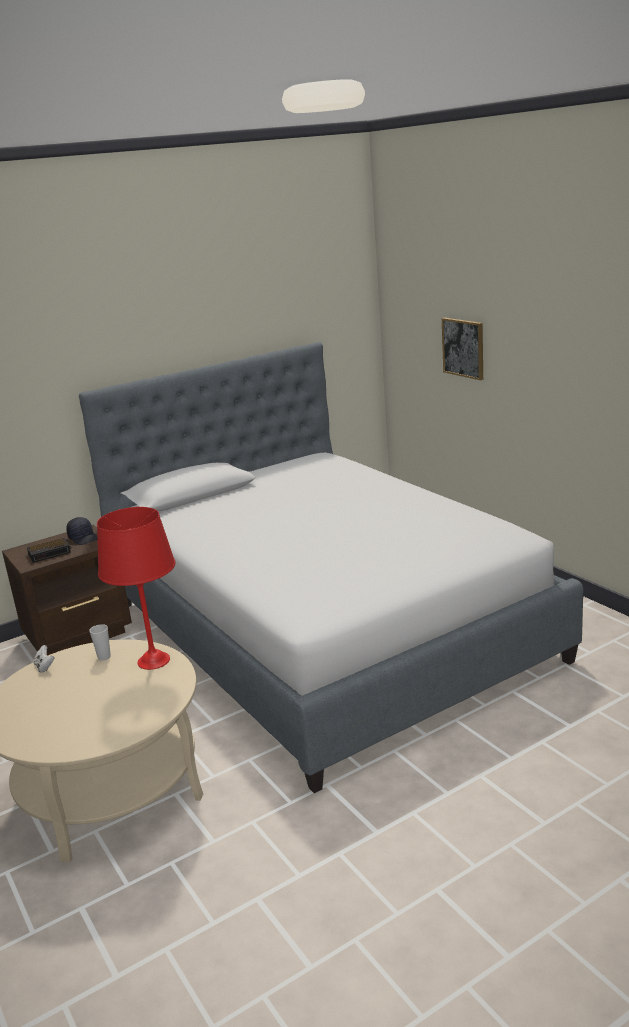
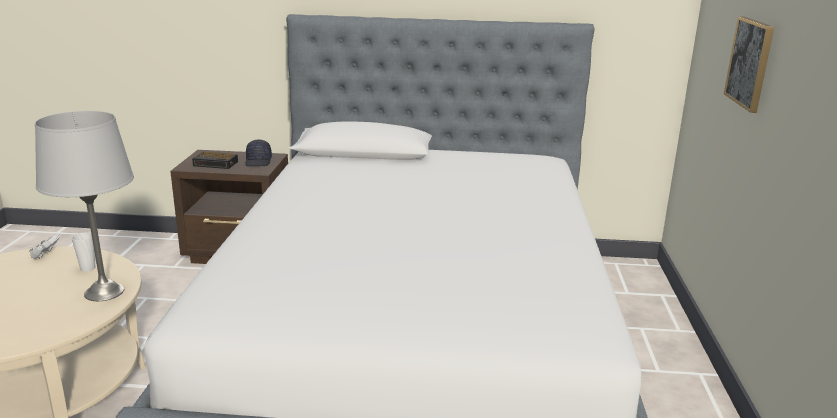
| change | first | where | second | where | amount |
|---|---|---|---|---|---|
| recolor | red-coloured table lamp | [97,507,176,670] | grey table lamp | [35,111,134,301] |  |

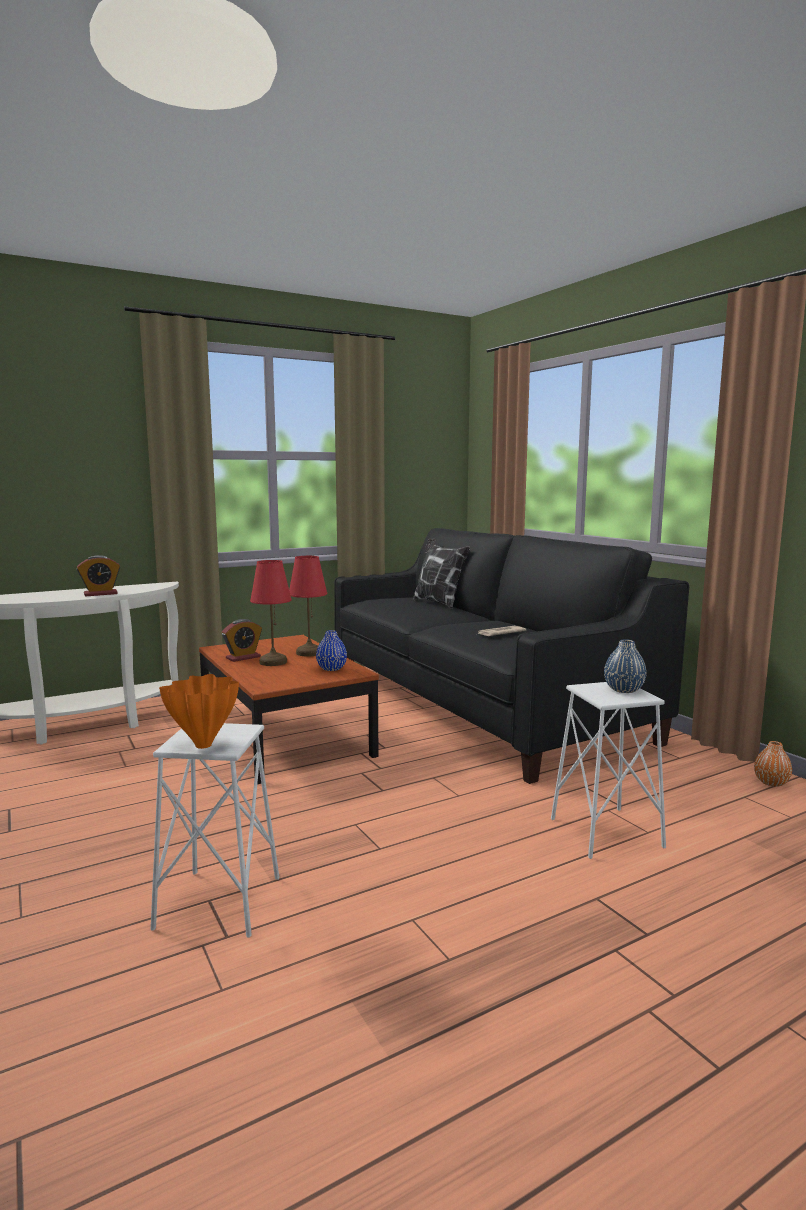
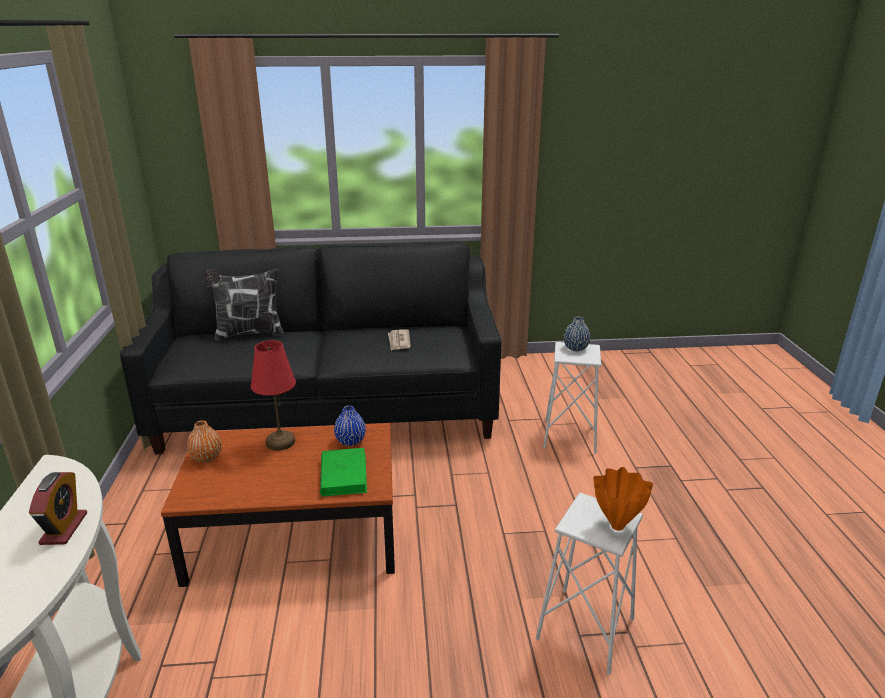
| change | first | where | second | where | amount |
|---|---|---|---|---|---|
| move | orange-coloured decorative vase | [754,741,792,787] |  | [187,420,222,463] |  |
| insert |  |  | green volume | [320,448,367,497] |  |
| delete | alarm clock | [222,619,262,662] |  |  |  |
| delete | red-coloured table lamp | [250,560,292,666] |  |  |  |

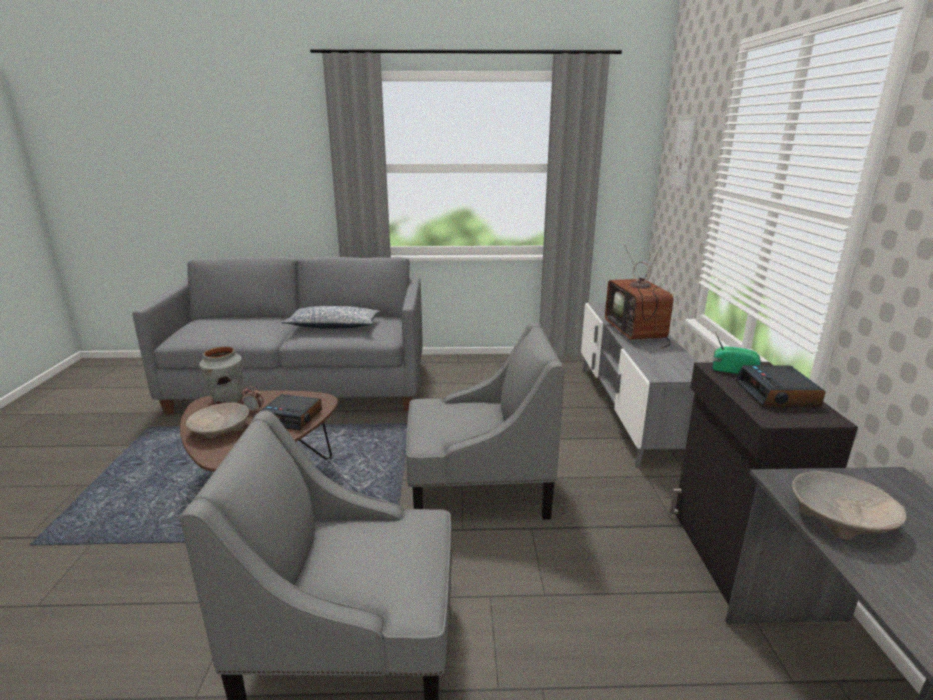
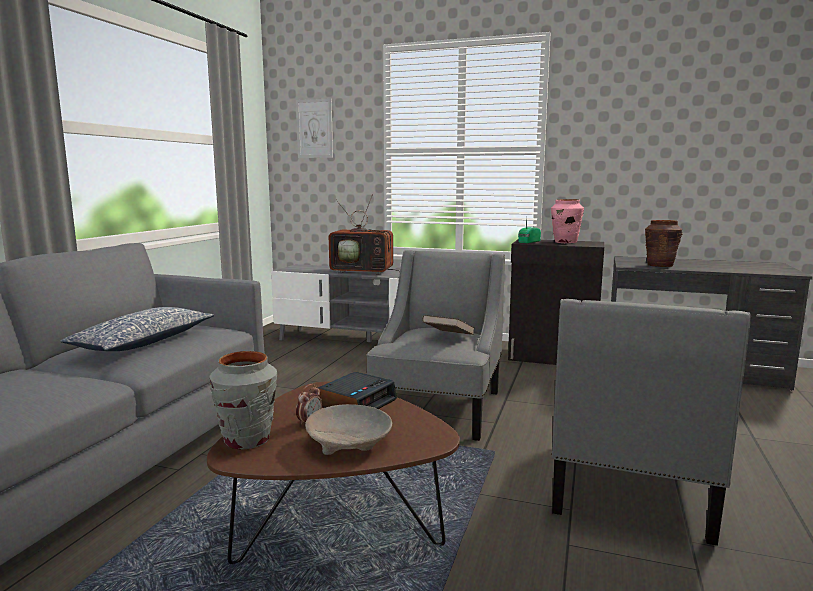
| change | first | where | second | where | amount |
|---|---|---|---|---|---|
| insert |  |  | brown-coloured volume | [422,315,474,335] |  |
| replace | alarm clock | [736,365,826,407] | pink-coloured decorative vase | [551,199,584,243] |  |
| replace | beige bowl | [792,471,907,540] | brown-coloured decorative vase | [645,220,682,267] |  |

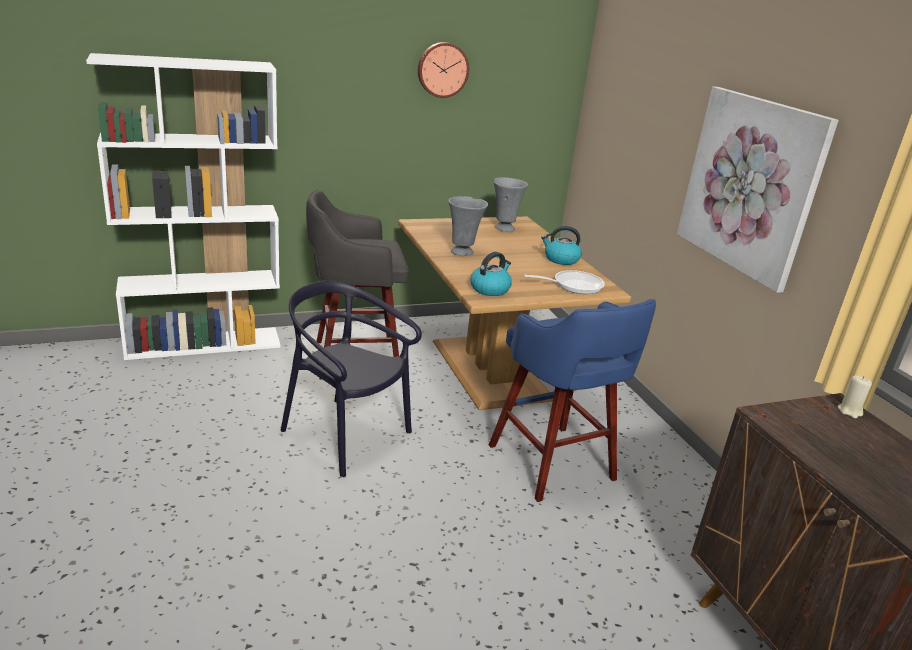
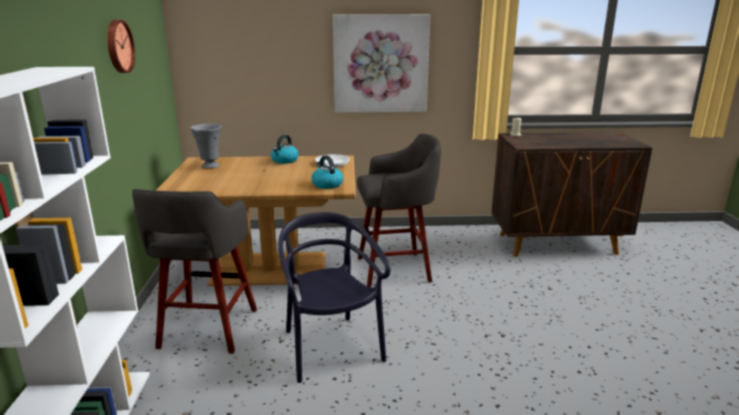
| change | first | where | second | where | amount |
|---|---|---|---|---|---|
| rotate | black-coloured chair | [281,281,422,477] |  | [278,212,391,383] | 105 degrees clockwise |
| recolor | bluish stool | [489,299,656,502] | grey stool | [357,133,441,287] |  |
| delete | grey decorative vase | [448,196,488,256] |  |  |  |

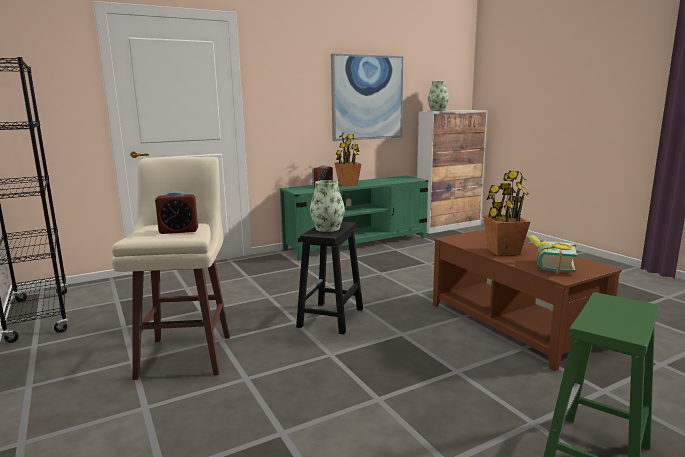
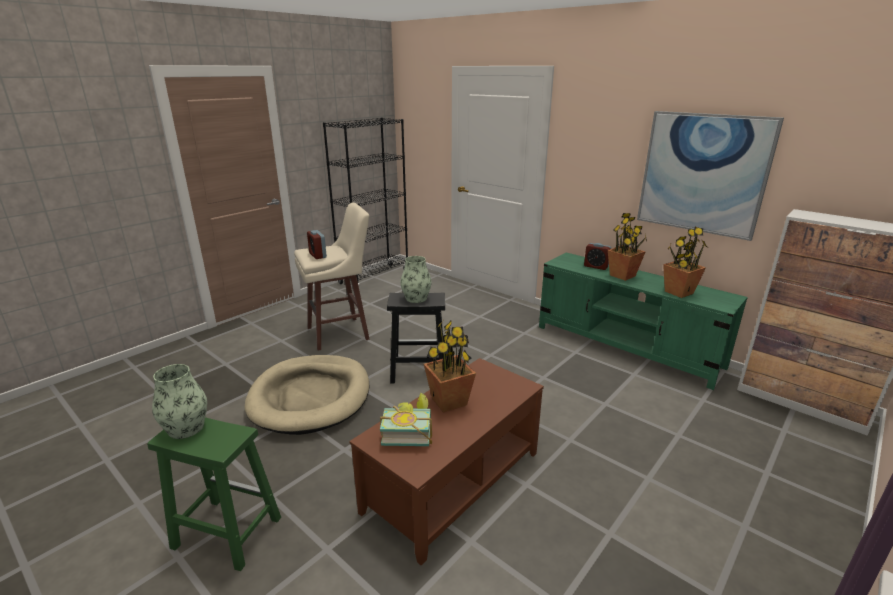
| change | first | where | second | where | amount |
|---|---|---|---|---|---|
| move | decorative vase | [428,81,449,111] |  | [152,364,207,439] |  |
| insert |  |  | beige pet bed | [245,355,370,435] |  |
| insert |  |  | plant in a pot | [663,227,707,298] |  |

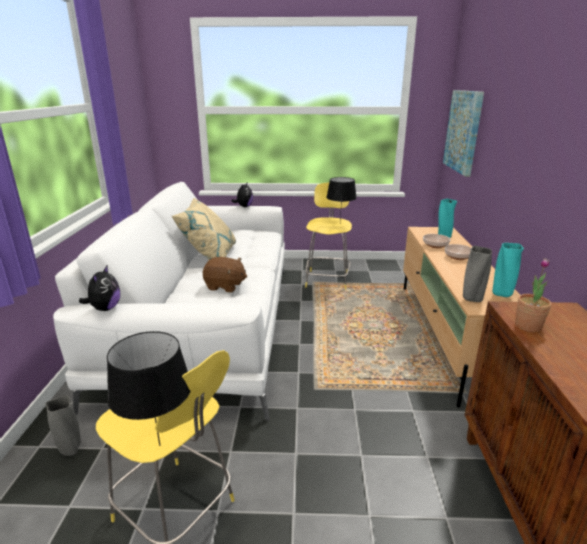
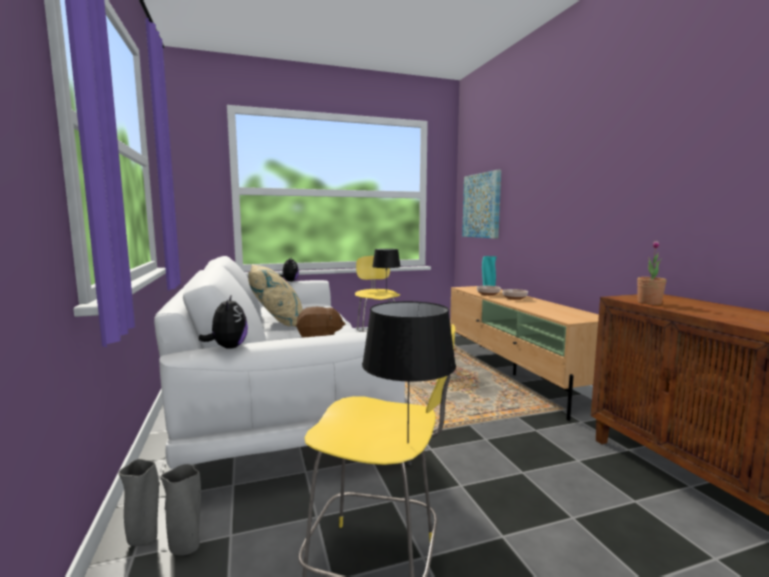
| change | first | where | second | where | amount |
|---|---|---|---|---|---|
| move | grey decorative vase | [463,246,492,302] |  | [118,459,159,546] |  |
| delete | blue-green decorative vase | [492,243,524,297] |  |  |  |

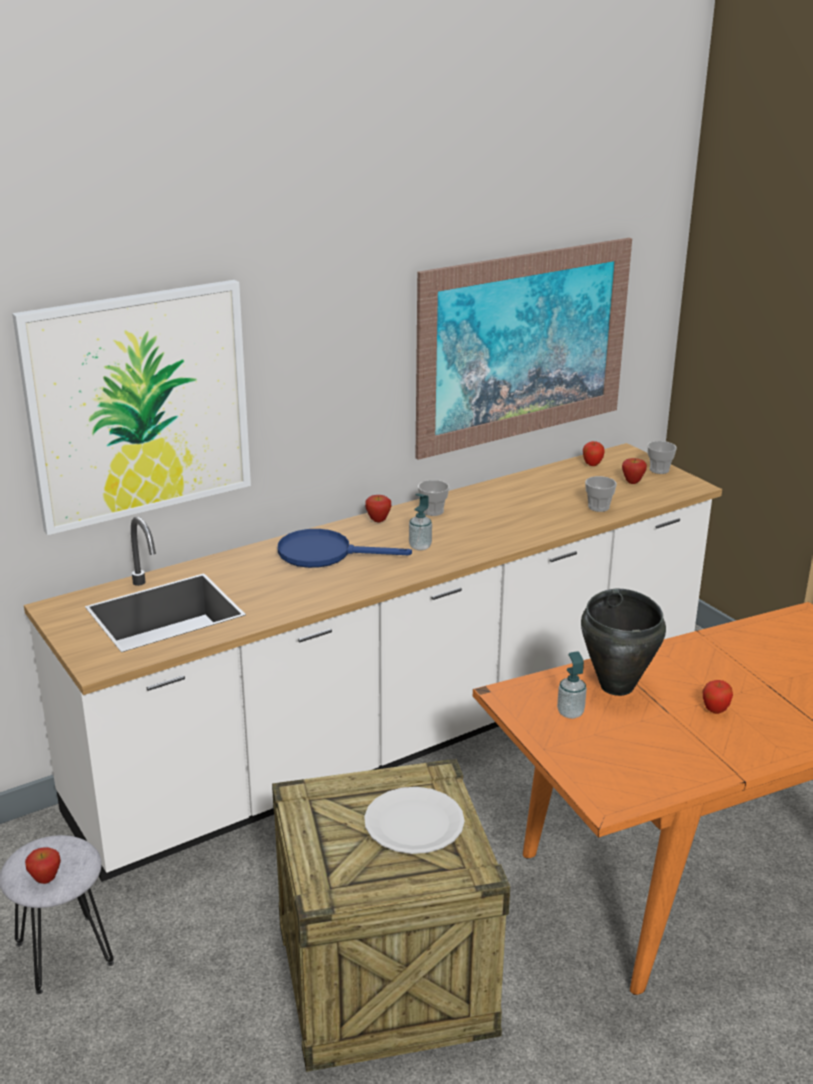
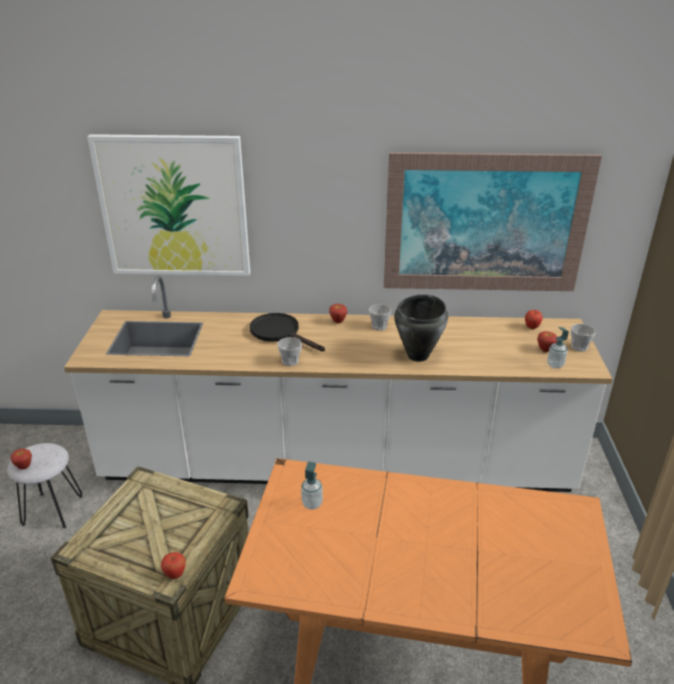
| change | first | where | second | where | amount |
|---|---|---|---|---|---|
| move | whole apple | [703,680,733,714] |  | [161,552,186,579] |  |
| recolor | bluish pan | [278,529,412,568] | black-coloured pan | [250,313,325,351] |  |
| move | small cup | [585,476,617,512] |  | [277,337,302,366] |  |
| move | black-coloured stockpot | [581,589,666,696] |  | [394,294,448,362] |  |
| move | liquid soap bottle | [409,493,432,550] |  | [547,327,569,369] |  |
| delete | whitish plate | [364,787,465,854] |  |  |  |

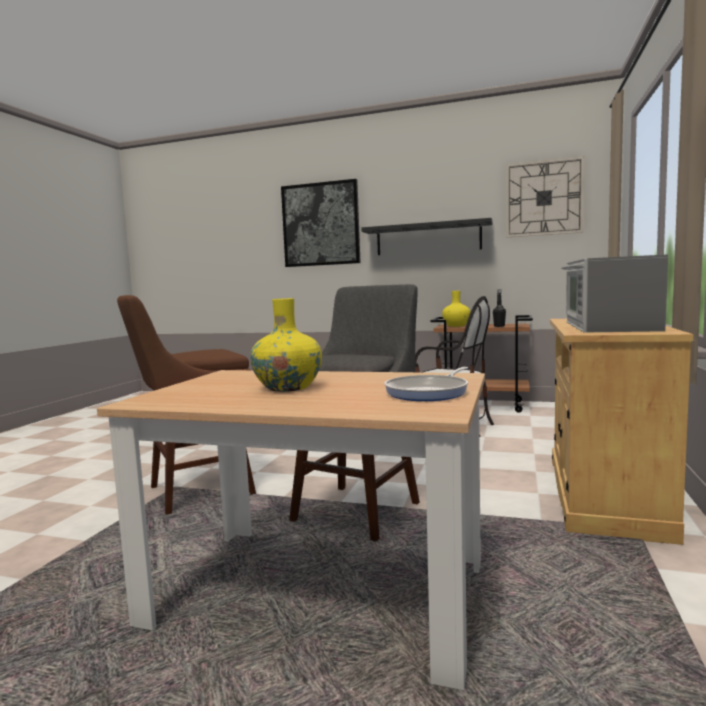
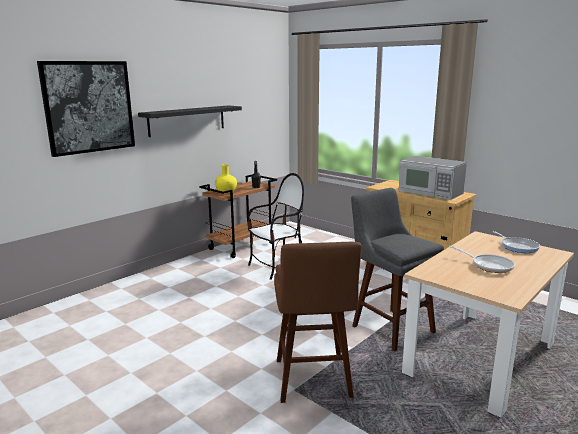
| change | first | where | second | where | amount |
|---|---|---|---|---|---|
| replace | yellow decorative vase | [250,298,322,392] | pan | [449,246,515,273] |  |
| delete | clock on the wall | [506,156,584,237] |  |  |  |

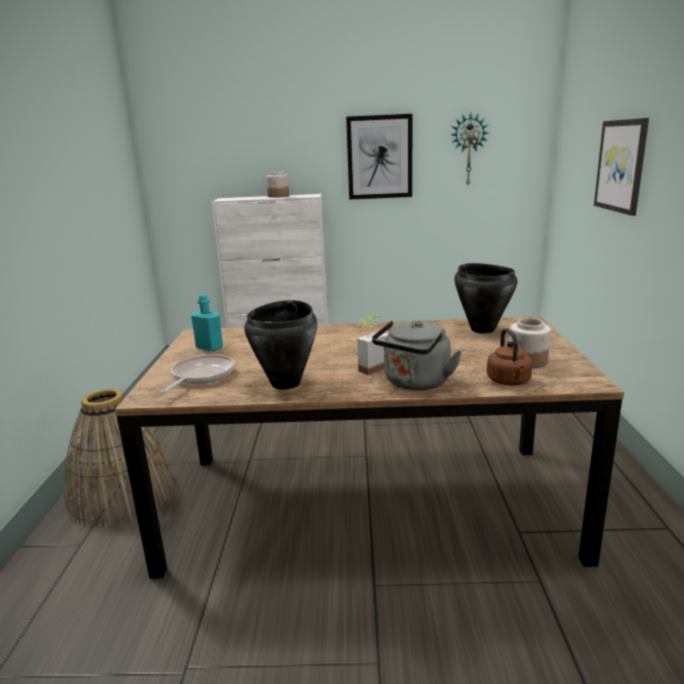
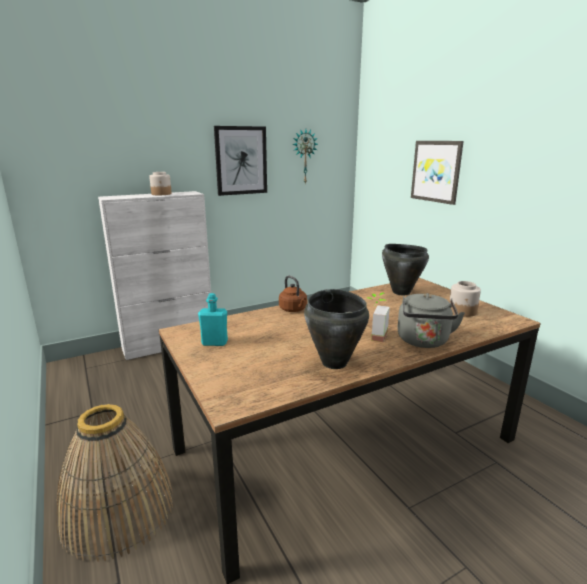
| change | first | where | second | where | amount |
|---|---|---|---|---|---|
| move | brown-coloured kettle | [487,328,533,386] |  | [279,276,307,312] |  |
| delete | pan | [161,355,235,393] |  |  |  |

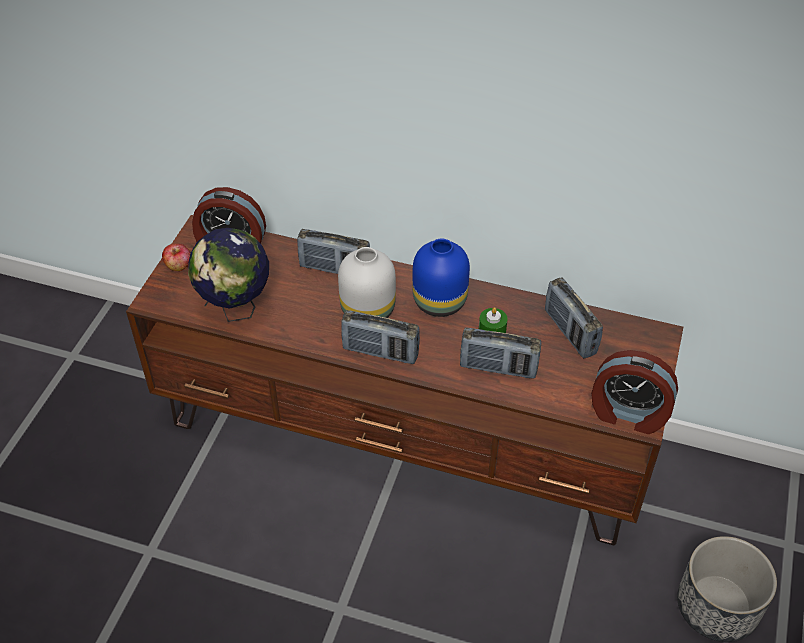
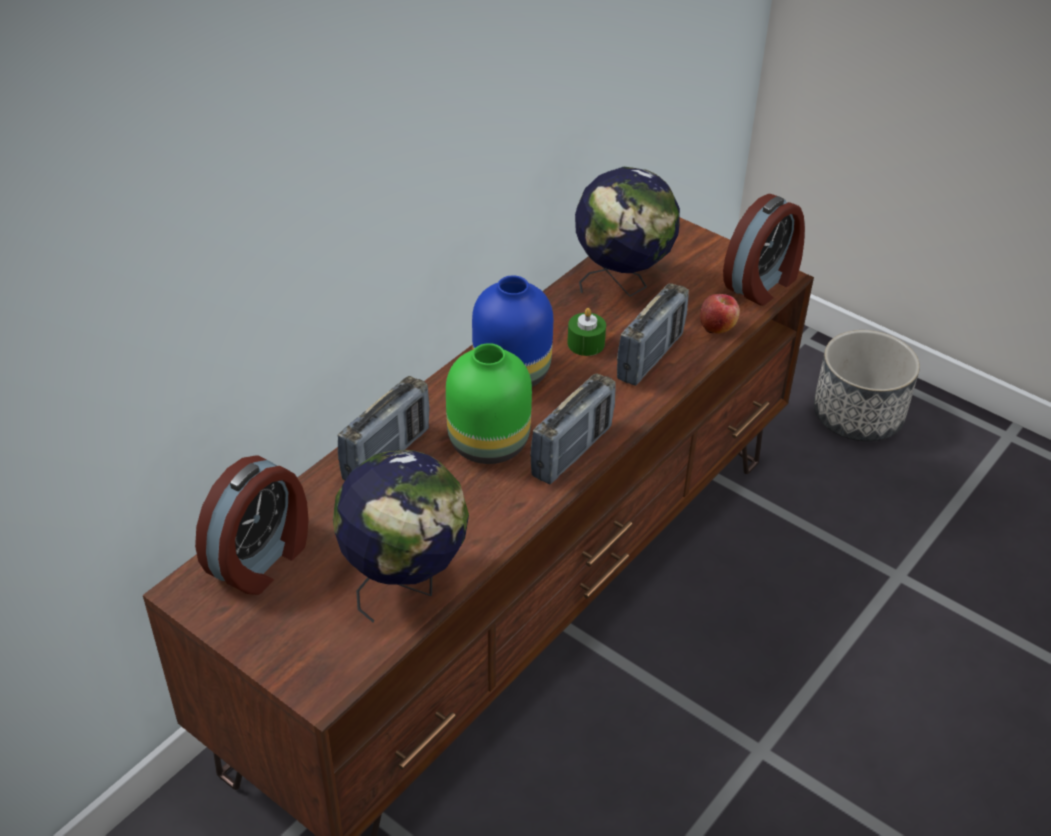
| change | first | where | second | where | amount |
|---|---|---|---|---|---|
| recolor | whitish decorative vase | [338,247,396,318] | green decorative vase | [446,343,532,464] |  |
| replace | radio receiver | [545,278,603,358] | world globe | [575,167,680,297] |  |
| move | whole apple | [162,243,190,271] |  | [700,294,740,334] |  |

